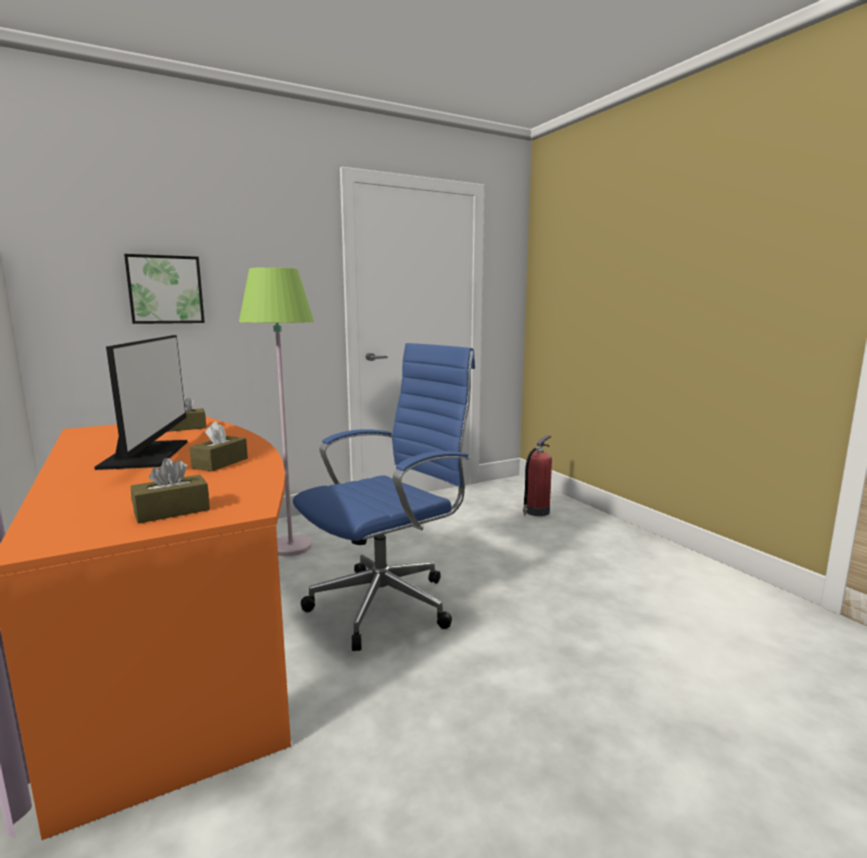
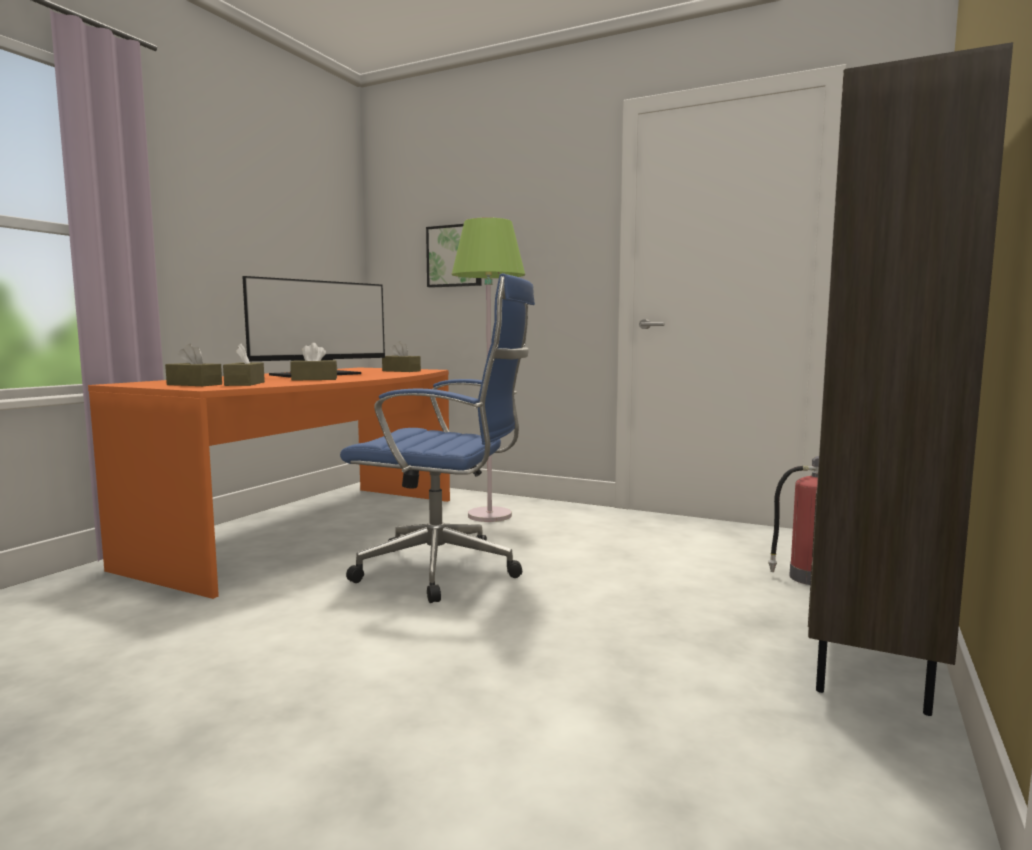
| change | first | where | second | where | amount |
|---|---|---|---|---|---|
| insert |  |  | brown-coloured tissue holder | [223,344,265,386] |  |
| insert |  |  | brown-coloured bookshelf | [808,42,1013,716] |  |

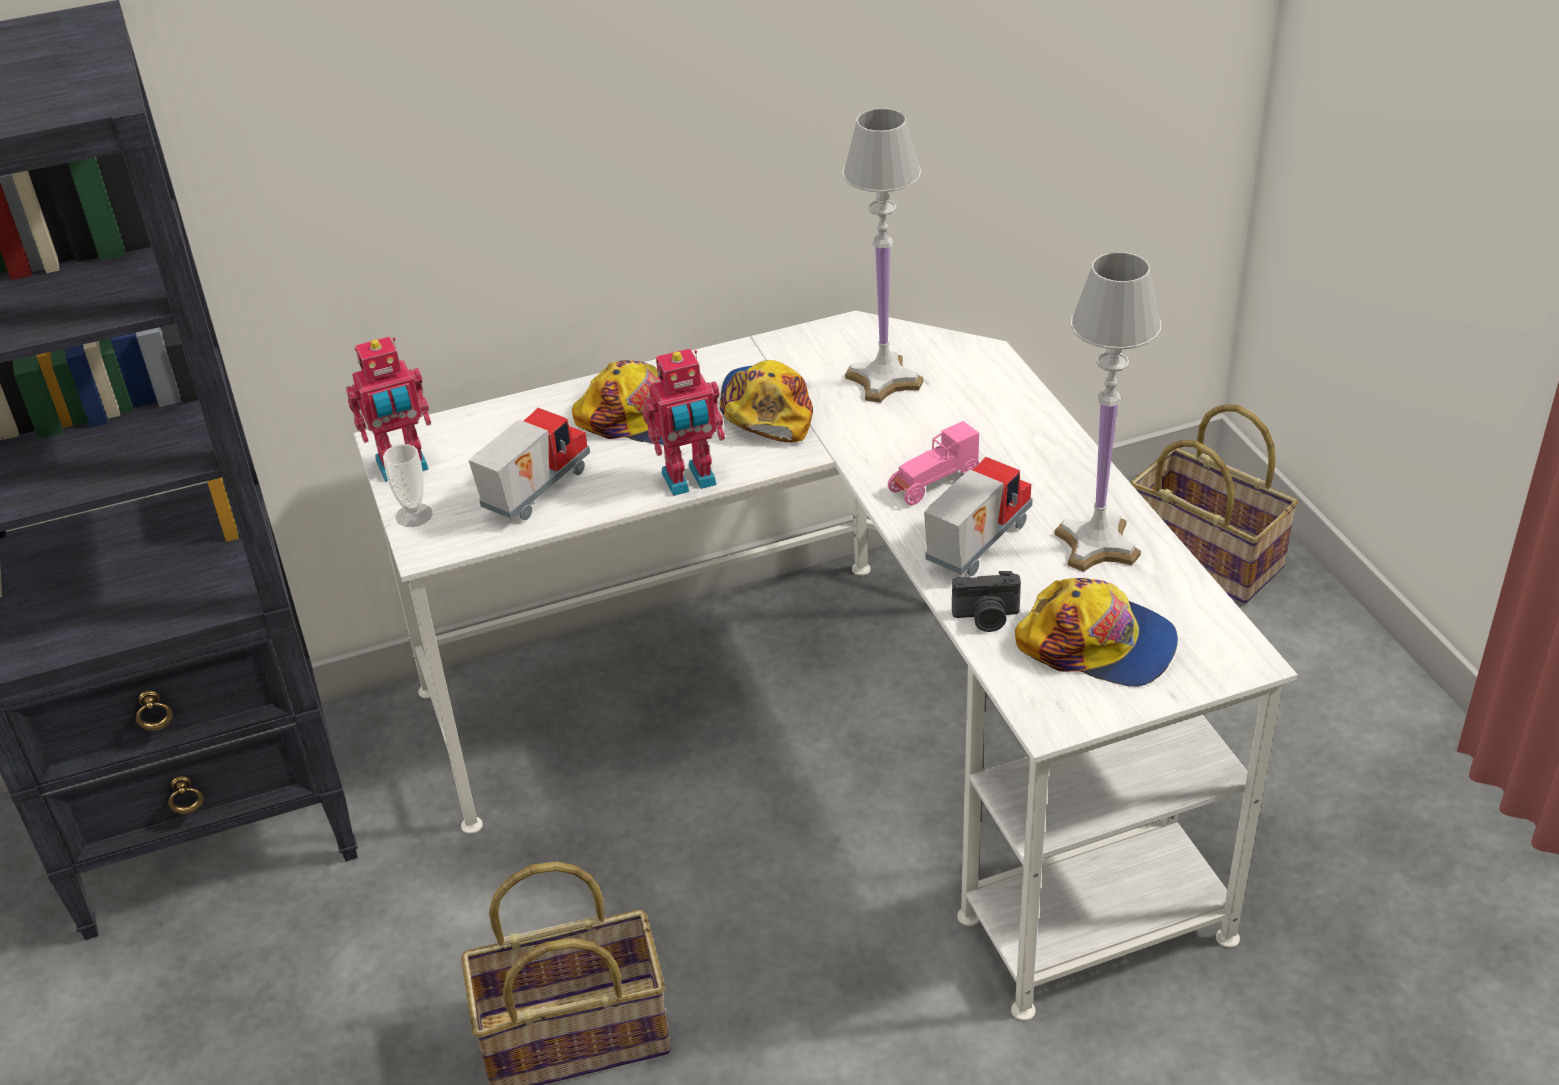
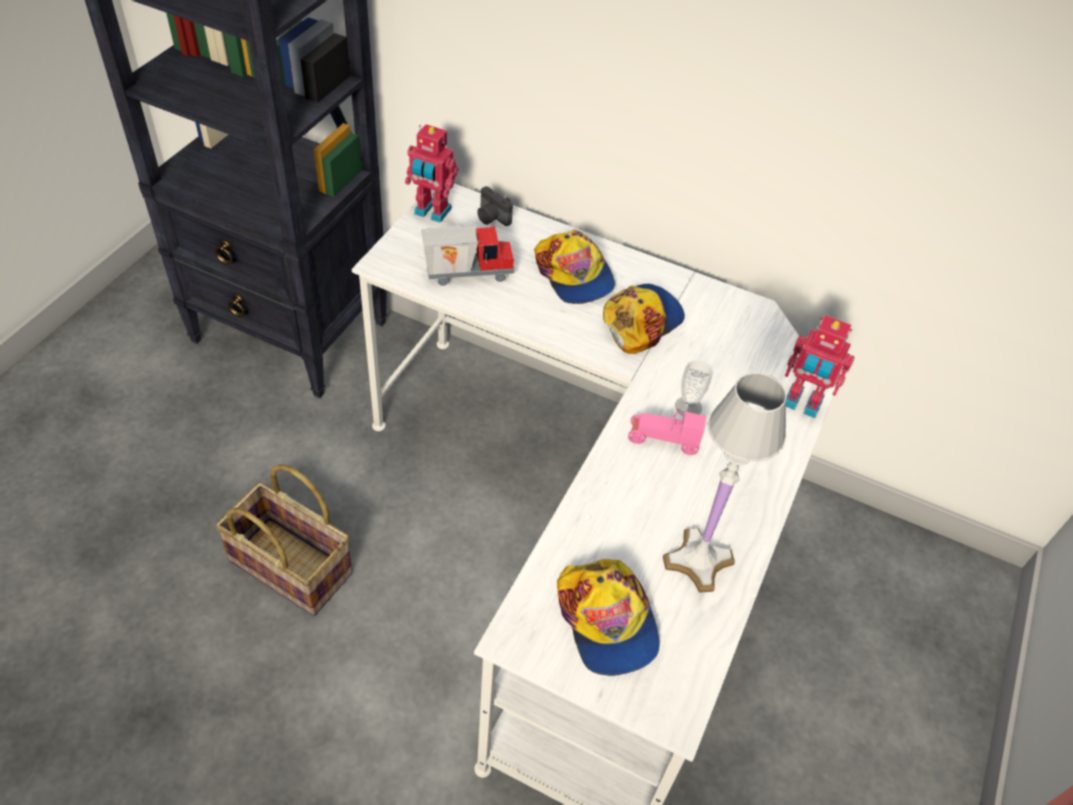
| change | first | where | second | where | amount |
|---|---|---|---|---|---|
| move | photo camera | [952,571,1021,632] |  | [477,186,513,226] |  |
| move | small cup | [383,444,433,527] |  | [675,359,713,416] |  |
| move | model robot | [642,348,725,496] |  | [785,315,855,418] |  |
| delete | whitish table lamp | [843,108,923,403] |  |  |  |
| delete | toy lorry | [924,457,1033,576] |  |  |  |
| delete | household basket | [1130,404,1298,604] |  |  |  |

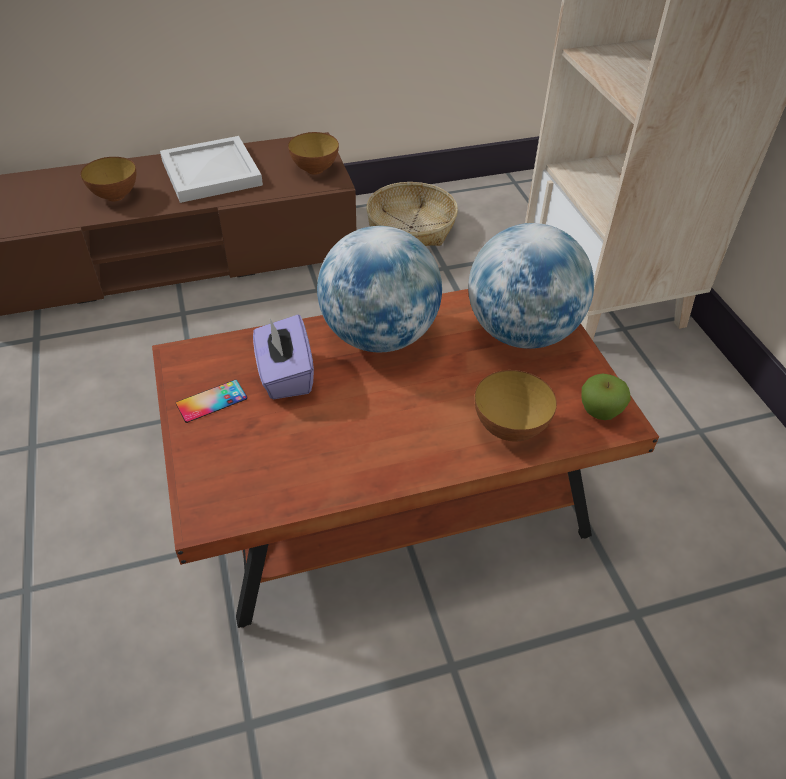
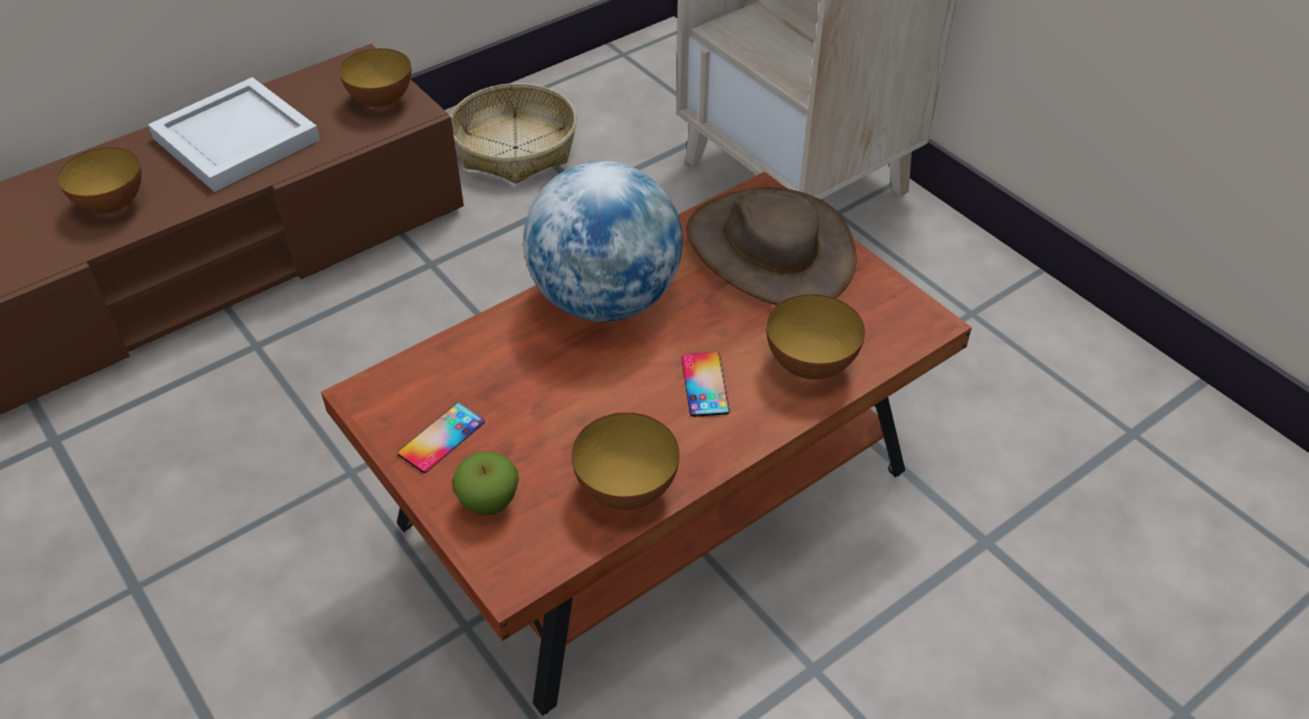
| change | first | where | second | where | amount |
|---|---|---|---|---|---|
| move | whole apple | [581,374,631,420] |  | [452,451,519,516] |  |
| insert |  |  | bowl | [571,413,680,510] |  |
| insert |  |  | phone | [681,352,730,417] |  |
| replace | world globe | [468,223,594,349] | brown-coloured hat | [686,187,857,305] |  |
| delete | purple tissue holder | [253,315,314,399] |  |  |  |

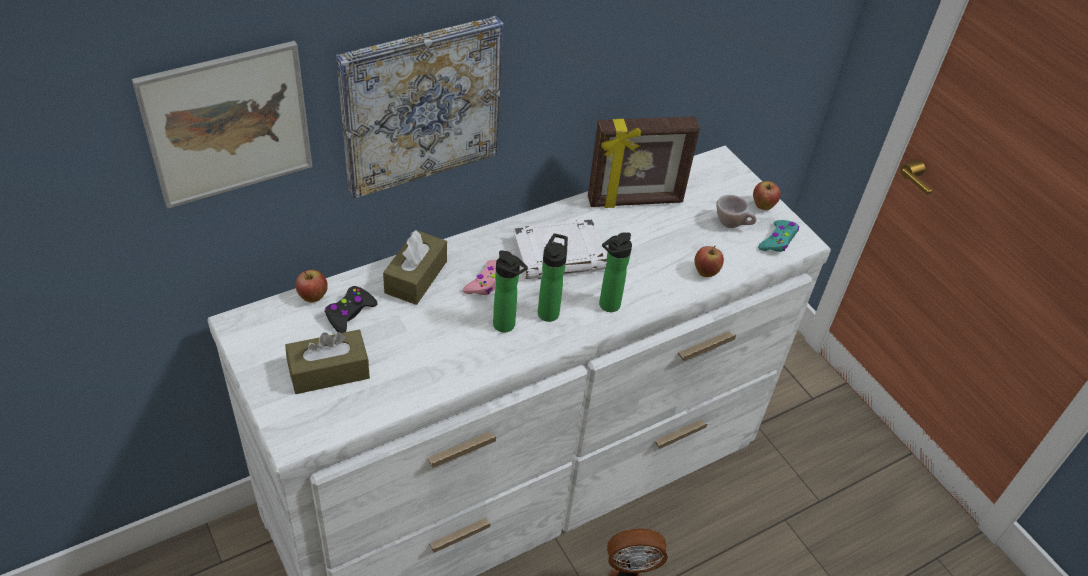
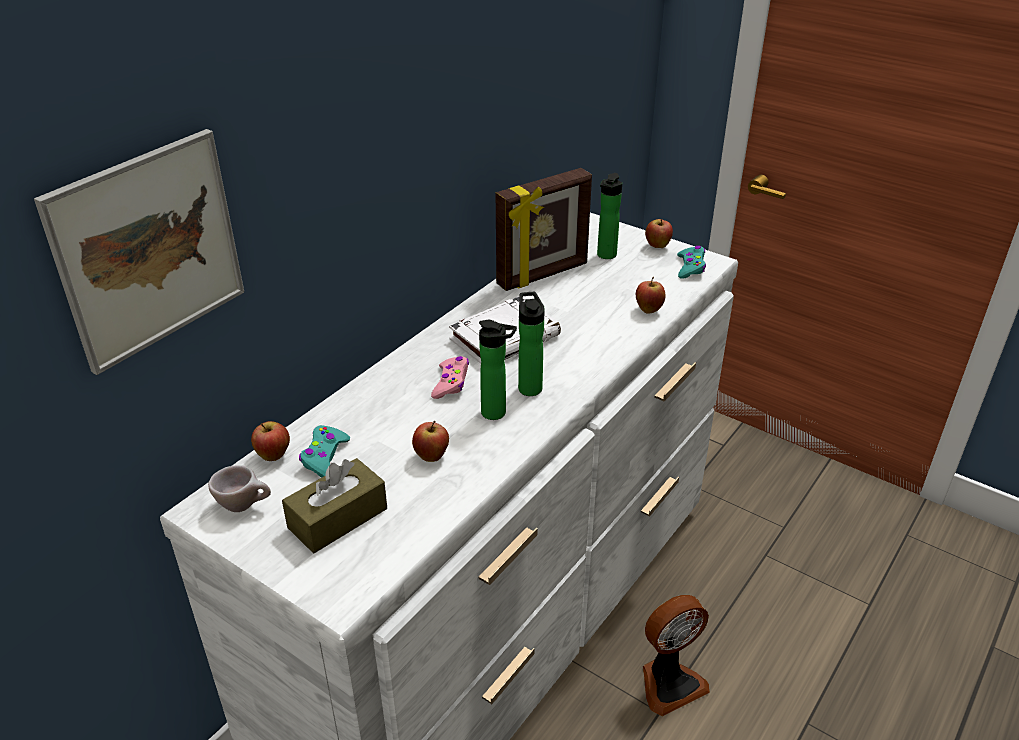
| change | first | where | second | where | amount |
|---|---|---|---|---|---|
| move | beige small cup | [716,195,756,228] |  | [208,465,271,512] |  |
| recolor | black-coloured joypad | [325,286,377,333] | blue-green joypad | [299,425,350,477] |  |
| insert |  |  | whole apple | [412,421,449,462] |  |
| move | bottle | [599,232,632,312] |  | [597,173,622,259] |  |
| delete | picture | [336,16,503,198] |  |  |  |
| delete | brown-coloured tissue holder | [383,230,447,305] |  |  |  |

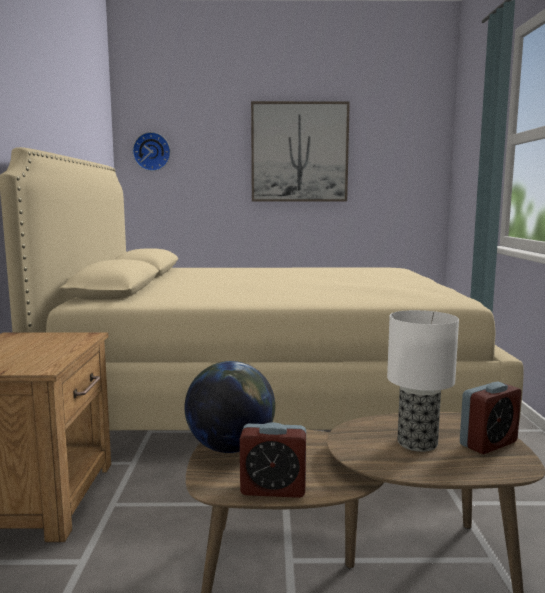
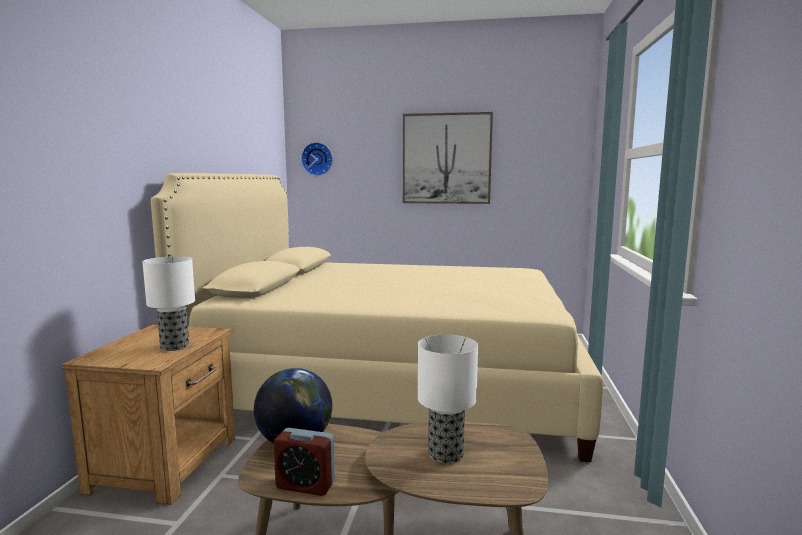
| change | first | where | second | where | amount |
|---|---|---|---|---|---|
| insert |  |  | table lamp | [142,256,195,351] |  |
| delete | alarm clock | [460,381,522,454] |  |  |  |

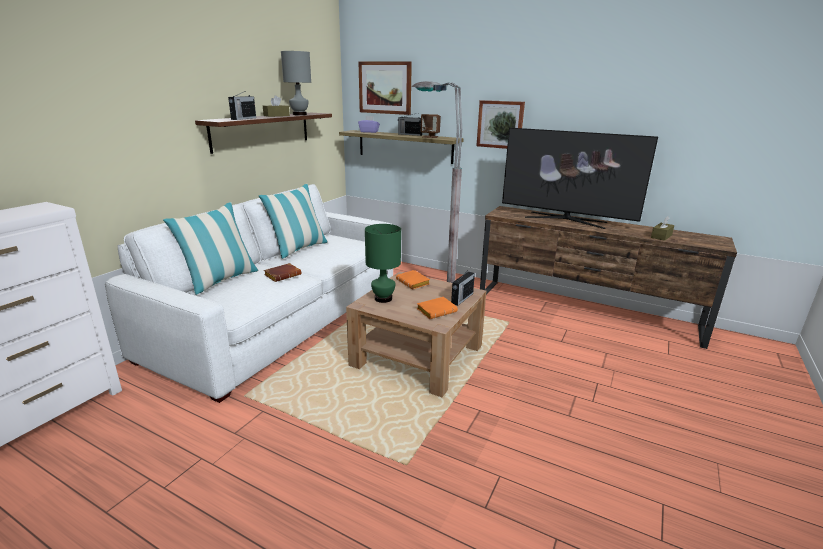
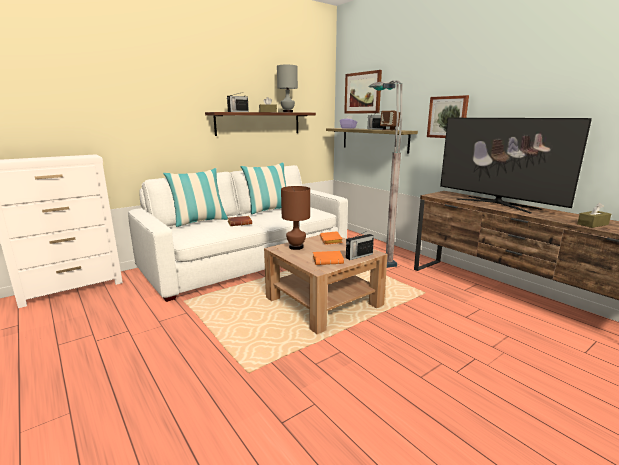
| change | first | where | second | where | amount |
|---|---|---|---|---|---|
| recolor | green table lamp | [365,224,401,303] | brown-coloured table lamp | [281,186,310,250] |  |

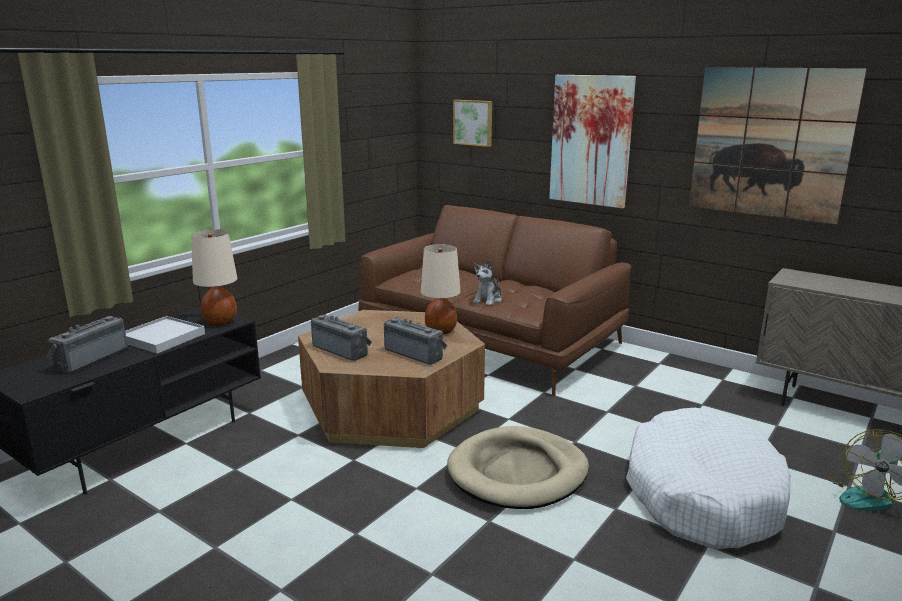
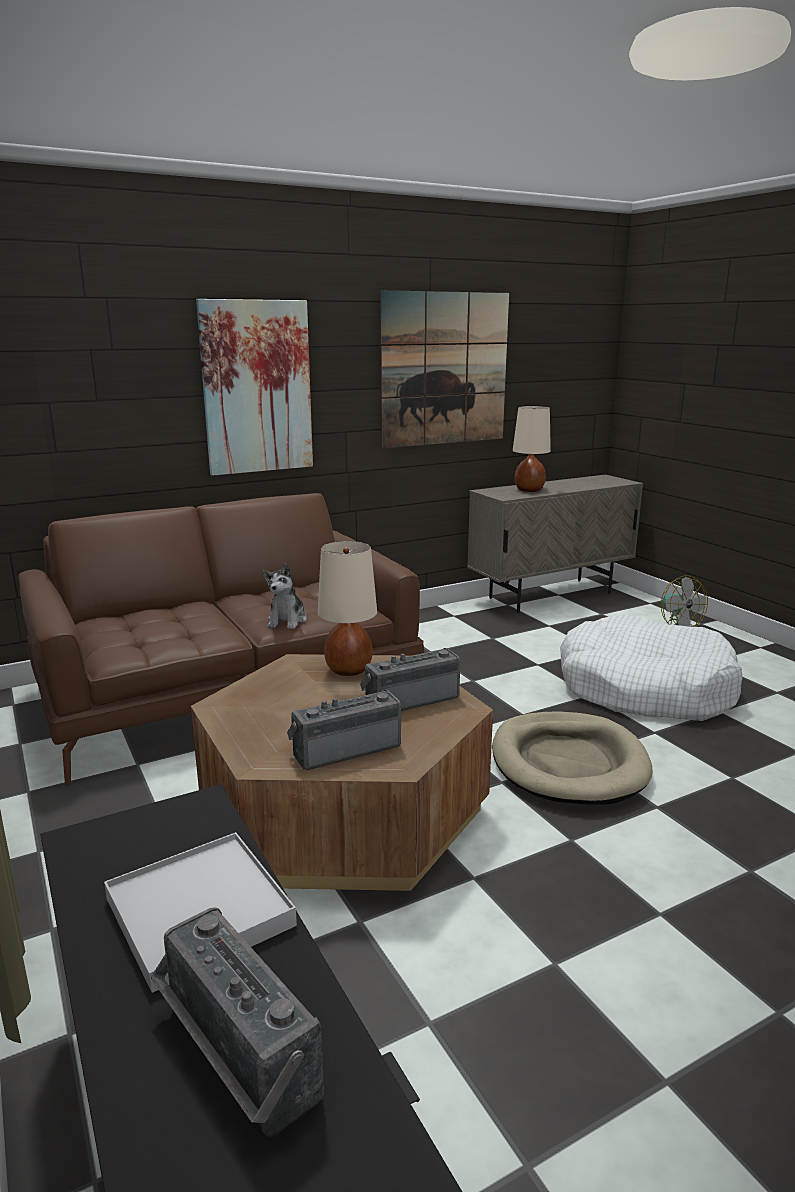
| change | first | where | second | where | amount |
|---|---|---|---|---|---|
| rotate | plush toy | [473,260,502,306] |  | [263,563,307,629] | 45 degrees clockwise |
| move | beige table lamp | [191,229,237,326] |  | [513,406,551,492] |  |
| delete | picture | [453,100,492,147] |  |  |  |

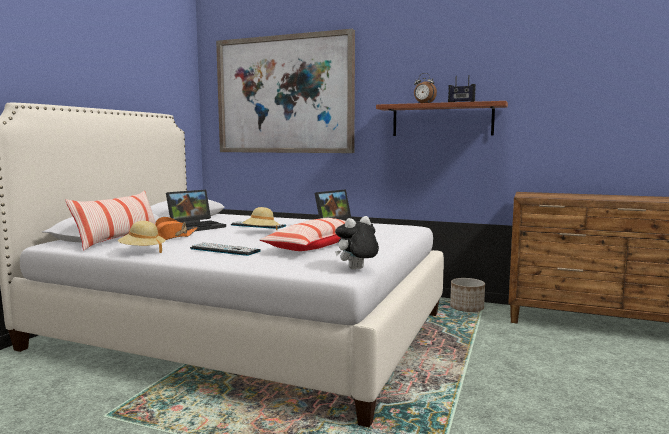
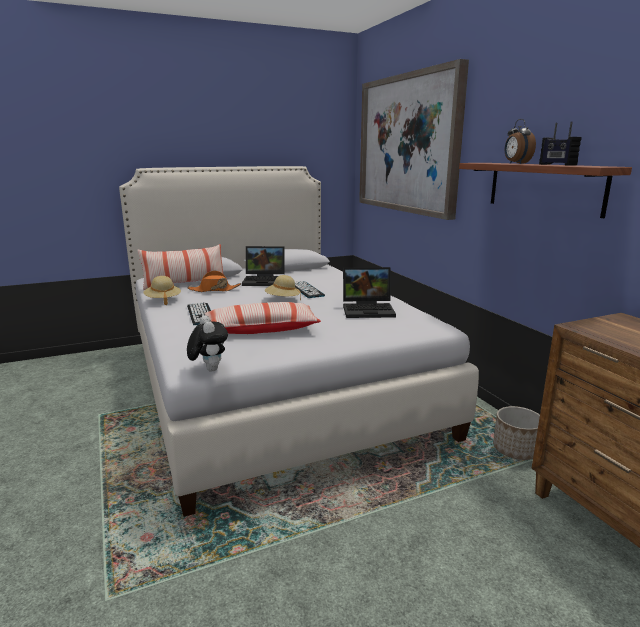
| change | first | where | second | where | amount |
|---|---|---|---|---|---|
| rotate | plush toy | [335,216,379,270] |  | [187,315,228,371] | 60 degrees clockwise |

